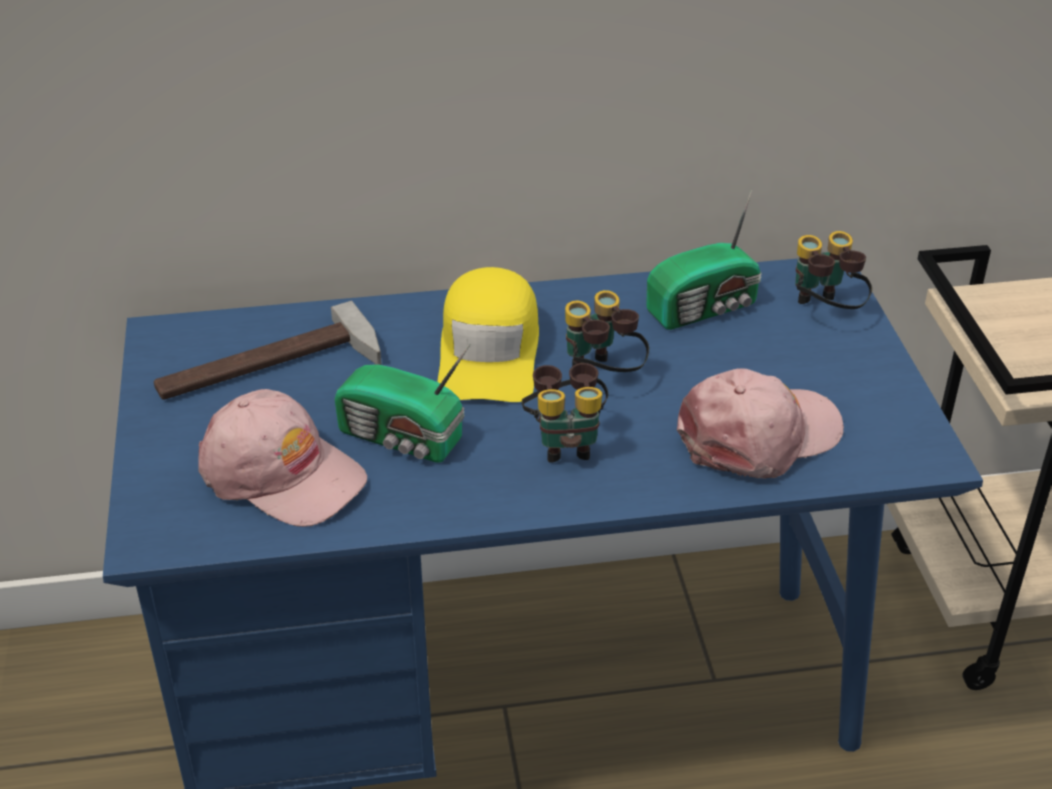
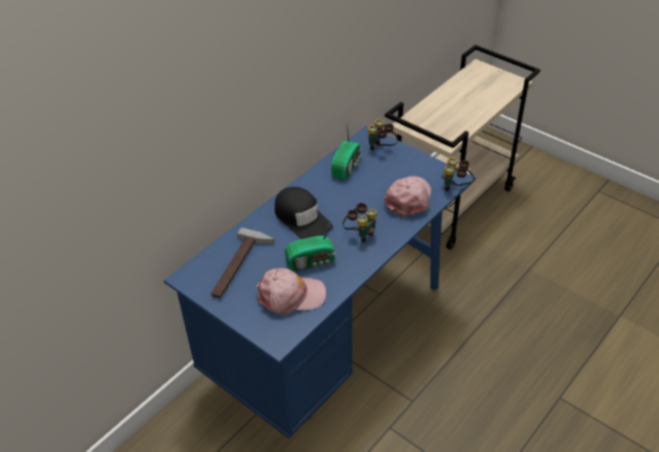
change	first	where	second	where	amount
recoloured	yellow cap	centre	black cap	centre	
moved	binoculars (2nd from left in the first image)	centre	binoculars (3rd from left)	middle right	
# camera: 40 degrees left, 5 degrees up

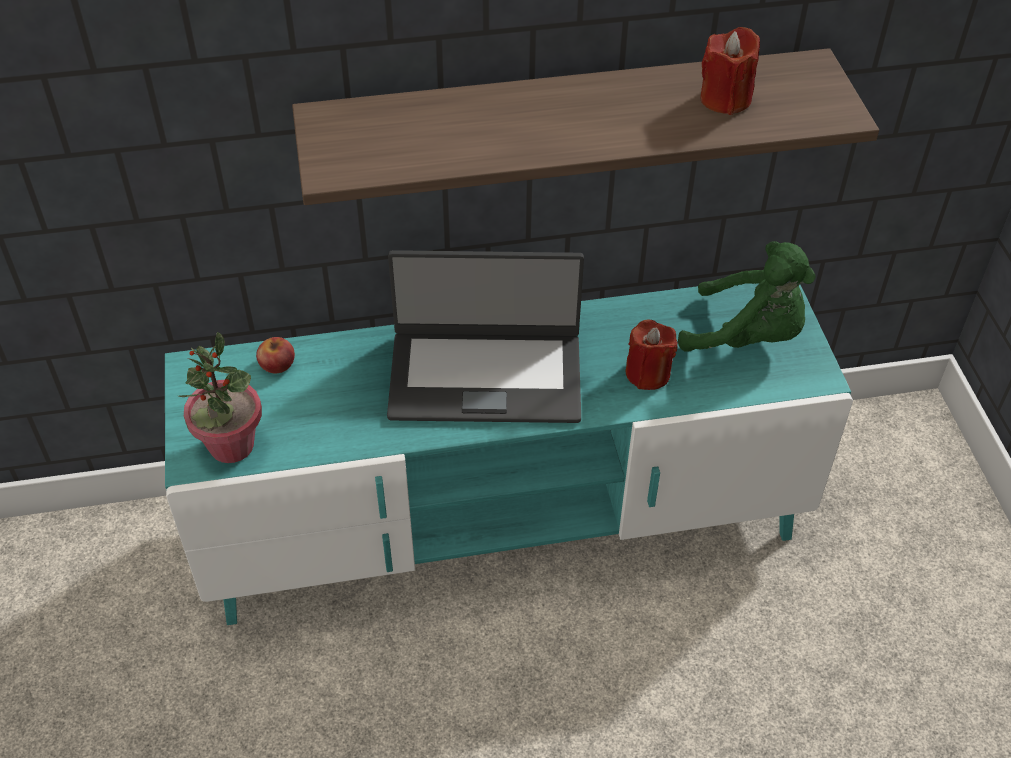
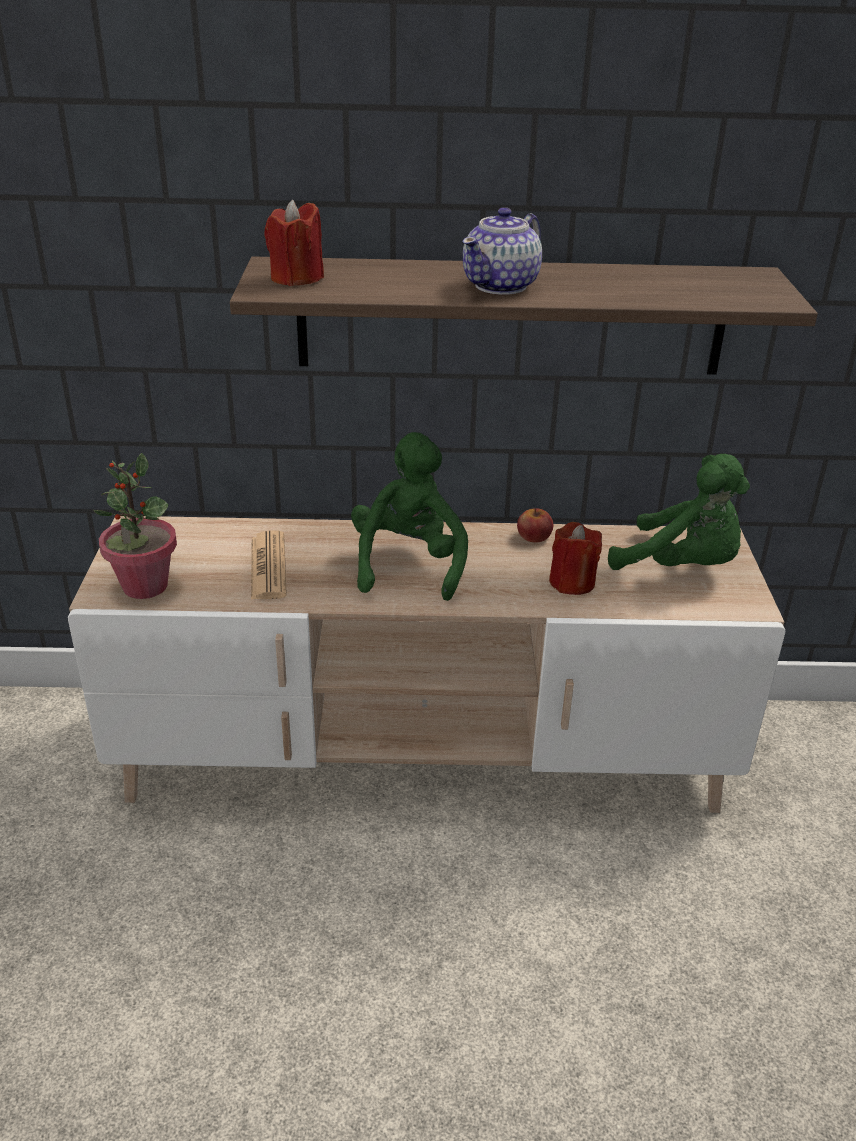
change	first	where	second	where	amount
moved	red candle (2nd from left in the first image)	top right	red candle (1st from left)	top centre	
replaced	laptop	centre	green plush toy (1st from left)	centre	
recoloured	turquoise tv stand	centre	beige tv stand	centre	
moved	apple	middle left		centre	
added			teapot	top centre	
added			newspaper	middle left	
# camera: 10 degrees right, 15 degrees down

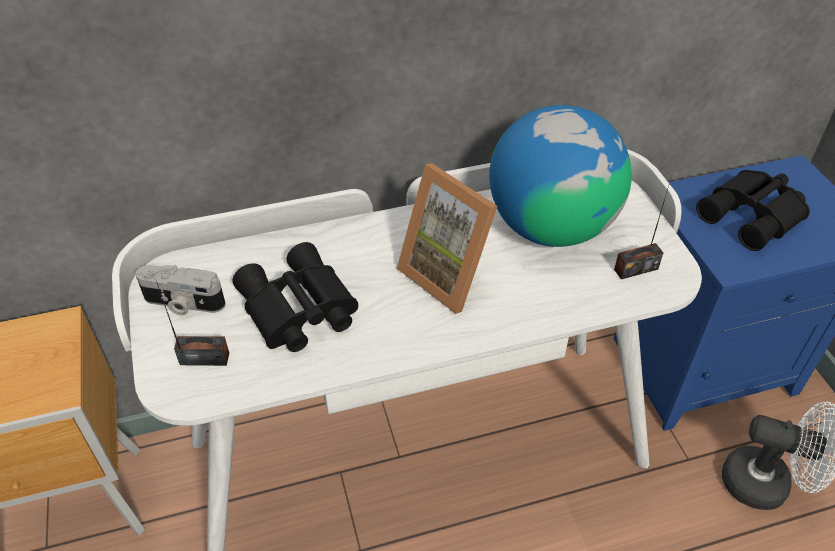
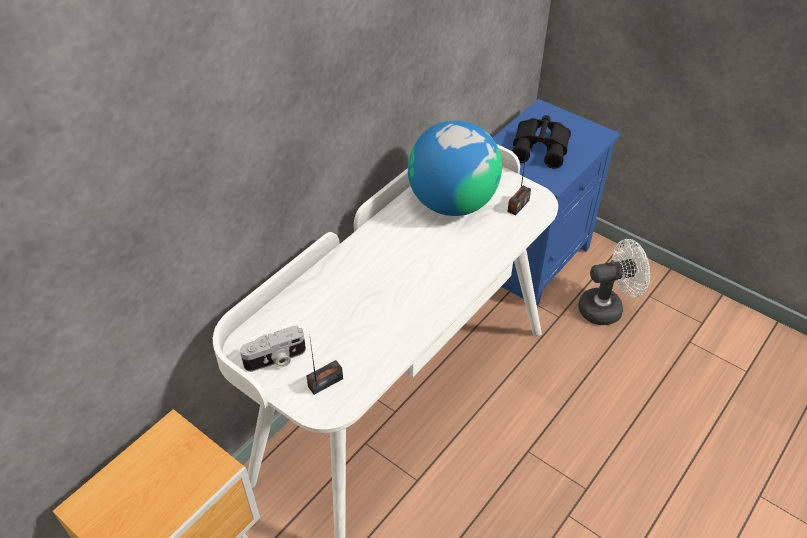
change	first	where	second	where	amount
removed	picture frame	centre			
removed	black binoculars (1st from left)	centre			
# camera: 35 degrees left, 0 degrees up

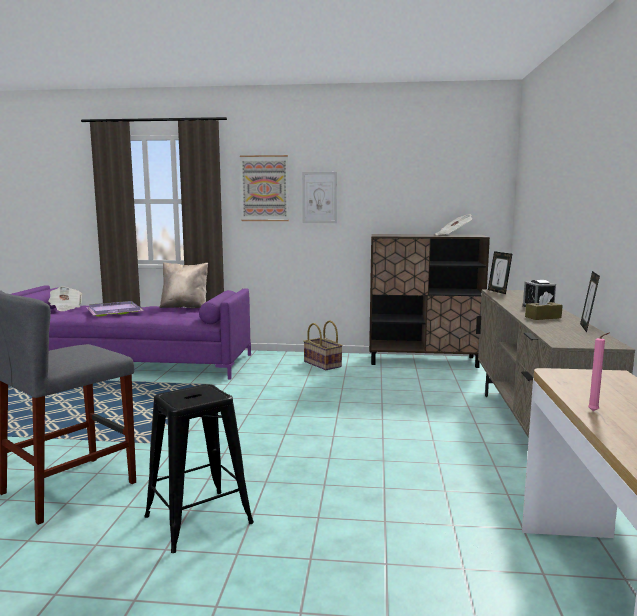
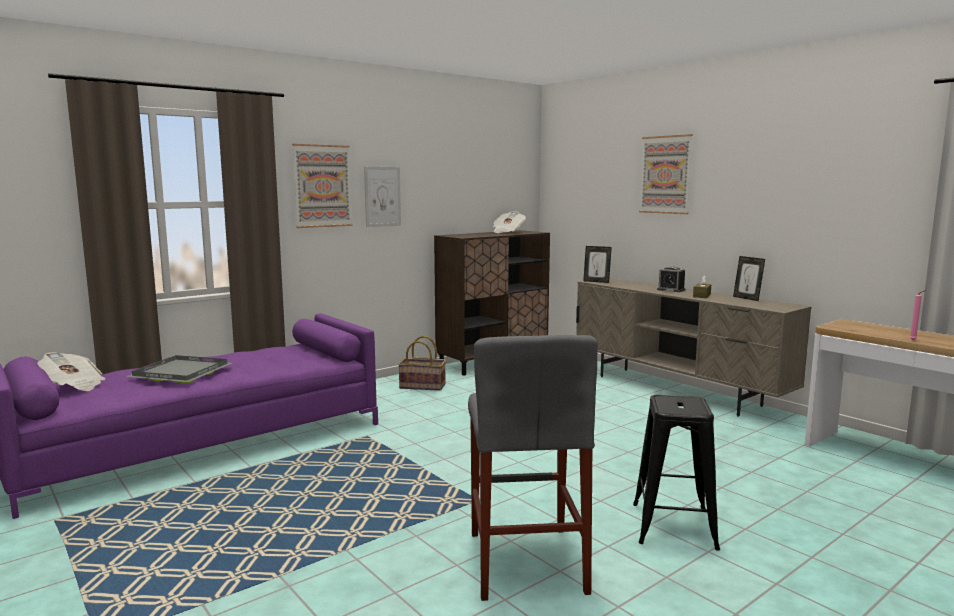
change	first	where	second	where	amount
removed	beige pillow	middle left			
recoloured	purple tray	middle left	grey tray	middle left	
added			picture (3rd from left)	top right	
# camera: 45 degrees left, 0 degrees up

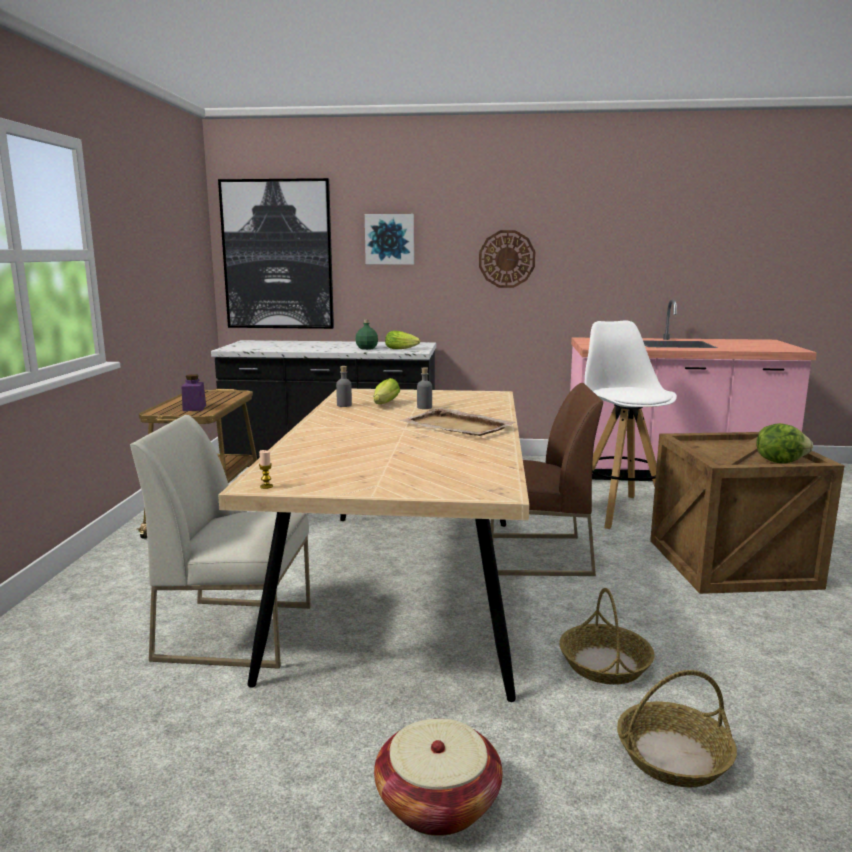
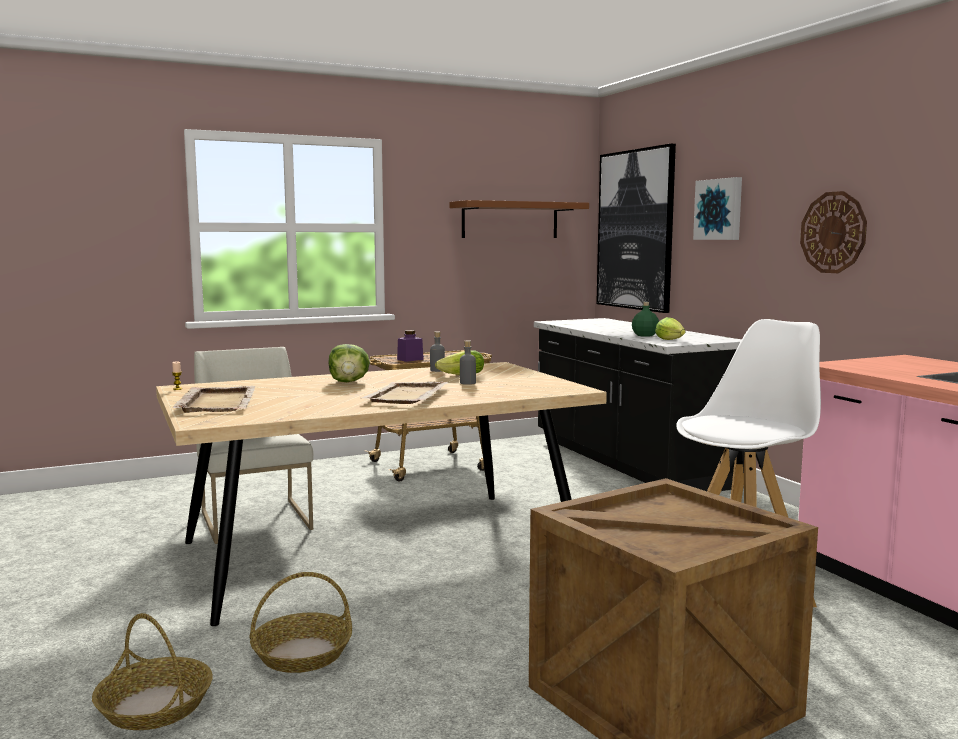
change	first	where	second	where	amount
removed	brown chair	centre			
moved	lettuce (3rd from left in the first image)	middle right	lettuce (1st from left)	centre	
removed	basket (1st from left)	bottom centre			
added			brown shelf	top centre	
added			beige tray (1st from left)	middle left	
# camera: 60 degrees right, 5 degrees down

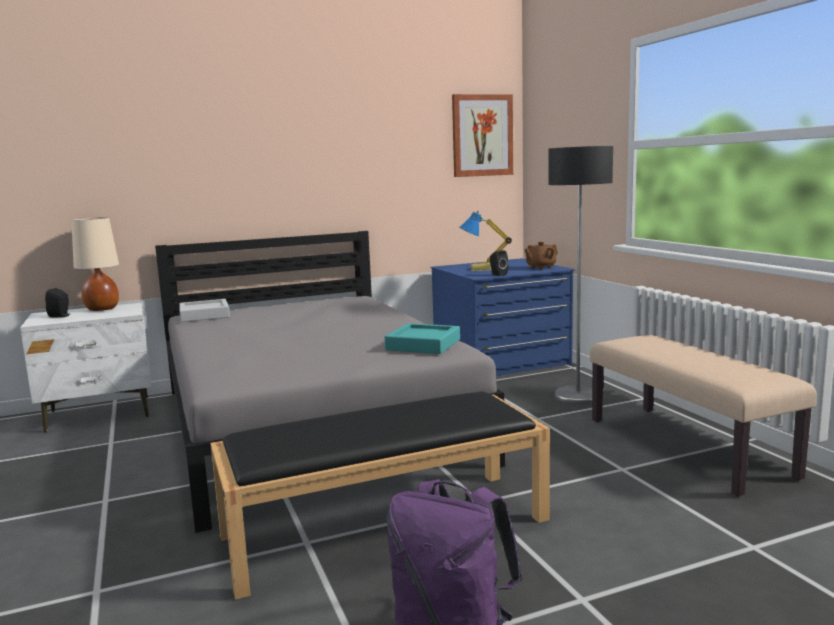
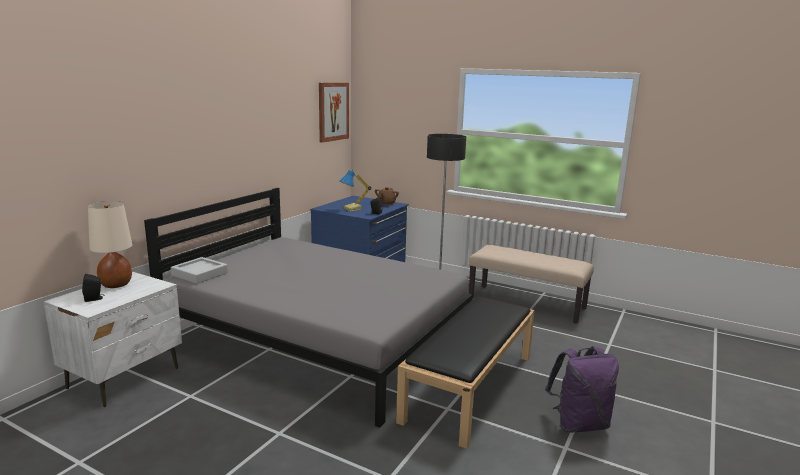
change	first	where	second	where	amount
removed	turquoise tray	centre			
# camera: 40 degrees left, 5 degrees up

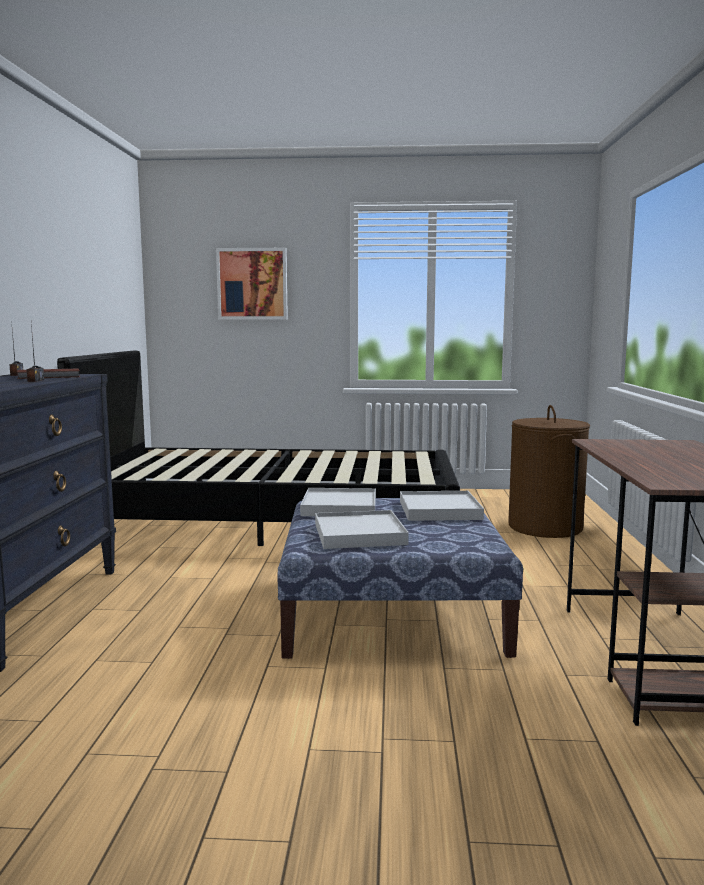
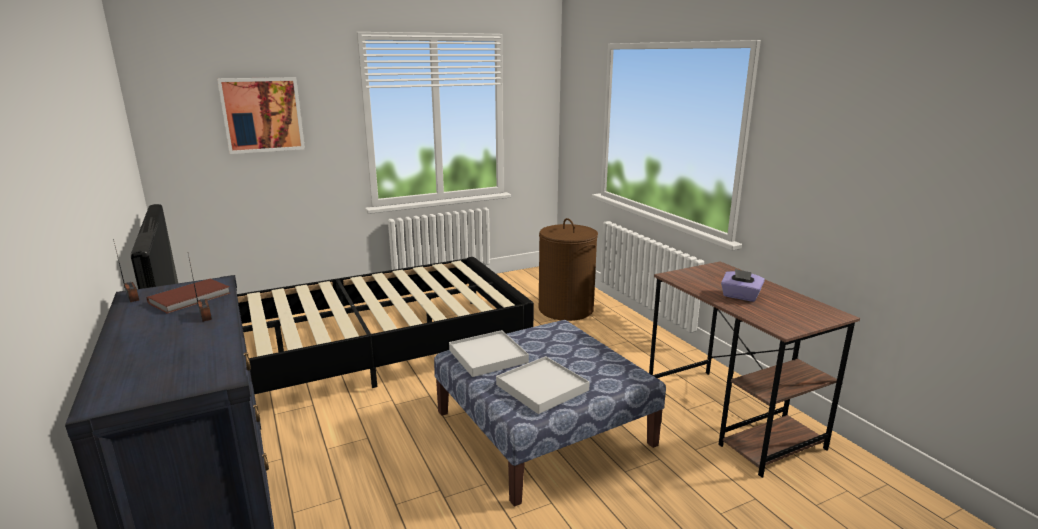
change	first	where	second	where	amount
removed	white tray (3rd from left)	centre			
added			purple tissue box	middle right	
# camera: 30 degrees left, 10 degrees up

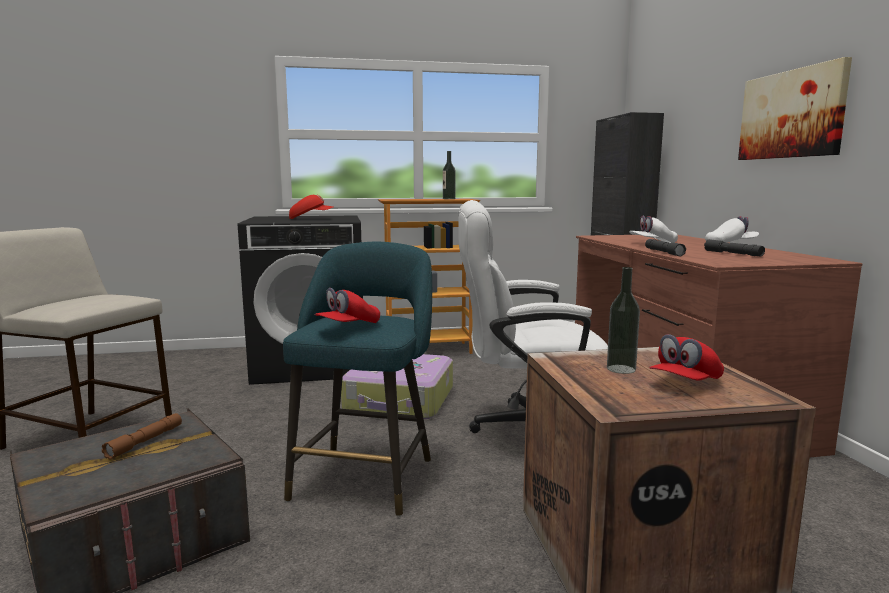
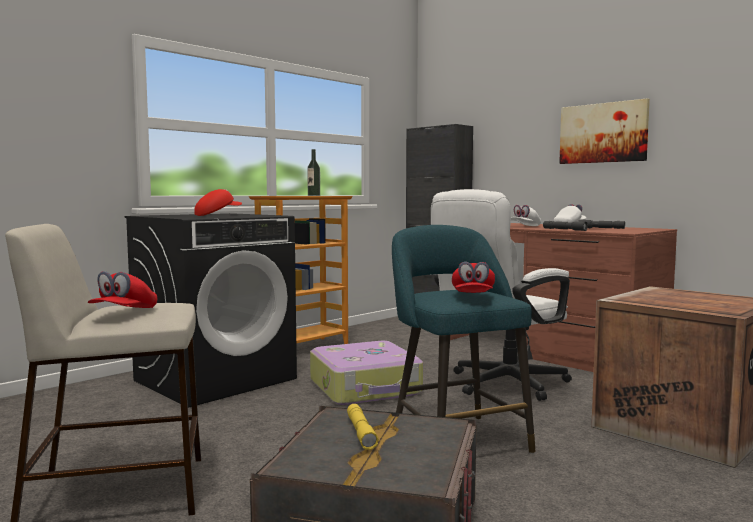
change	first	where	second	where	amount
removed	bottle (2nd from left)	middle right			
moved	red cap (3rd from left in the first image)	middle right	red cap (1st from left)	middle left	
recoloured	brown flashlight	bottom left	yellow flashlight	bottom centre	
# camera: 35 degrees left, 5 degrees down

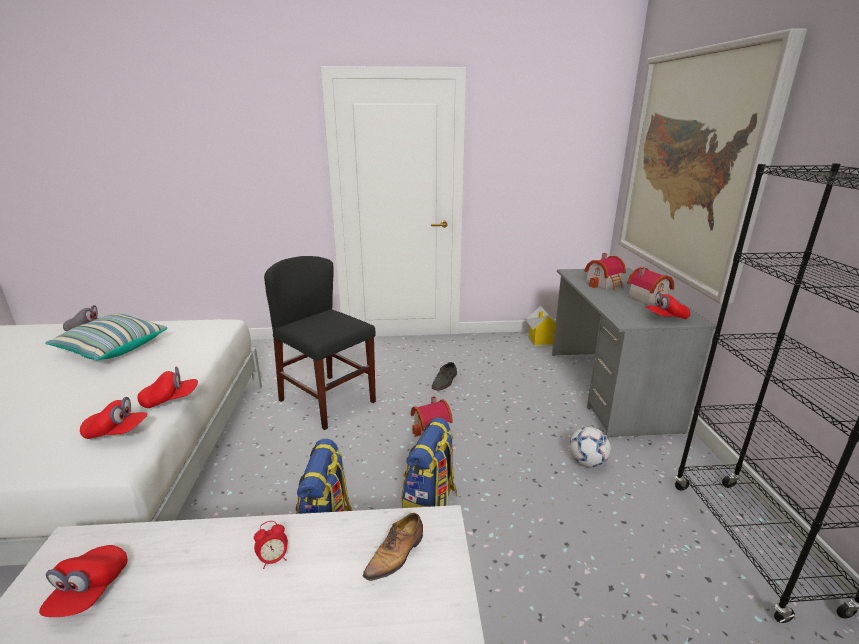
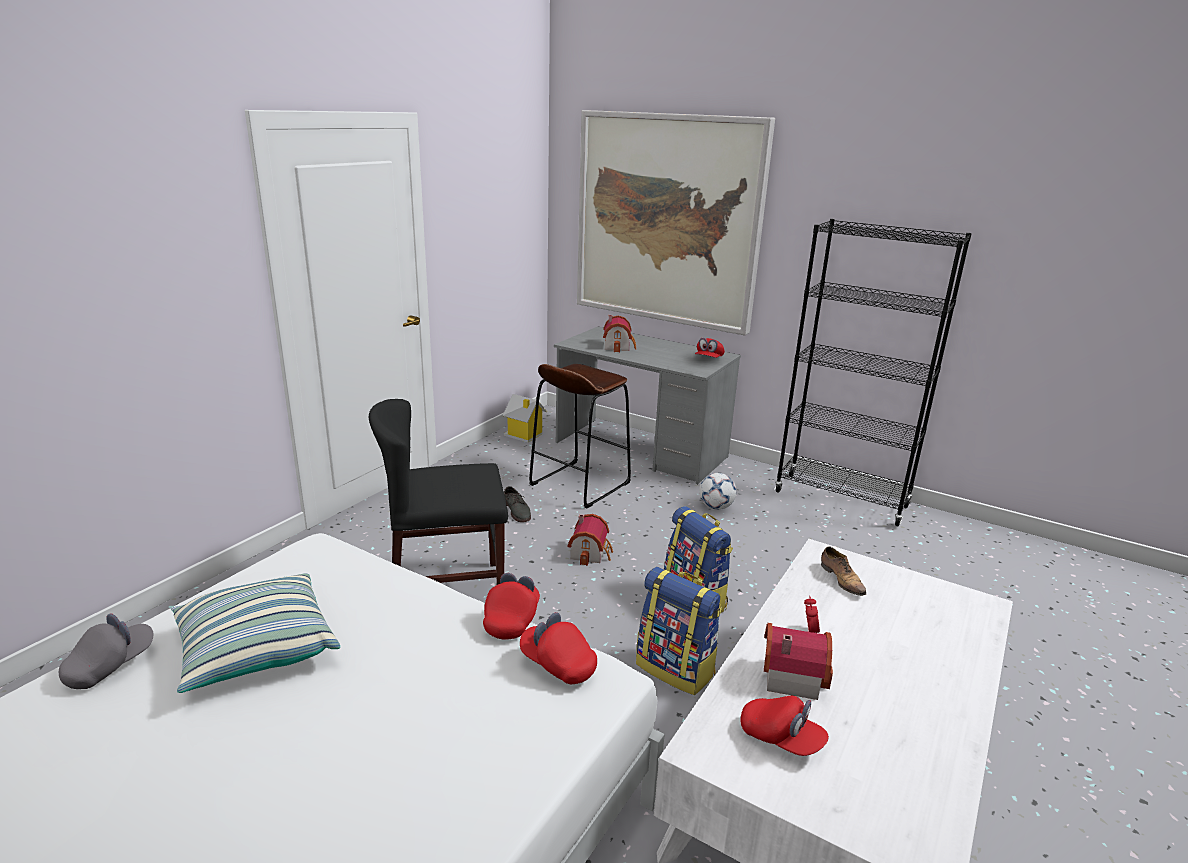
change	first	where	second	where	amount
moved	toy house (4th from left)	middle right		bottom right	
turned	red cap (2nd from left)	middle left		bottom centre	90 degrees counterclockwise
added			brown stool	centre	
# camera: 55 degrees left, 0 degrees up

